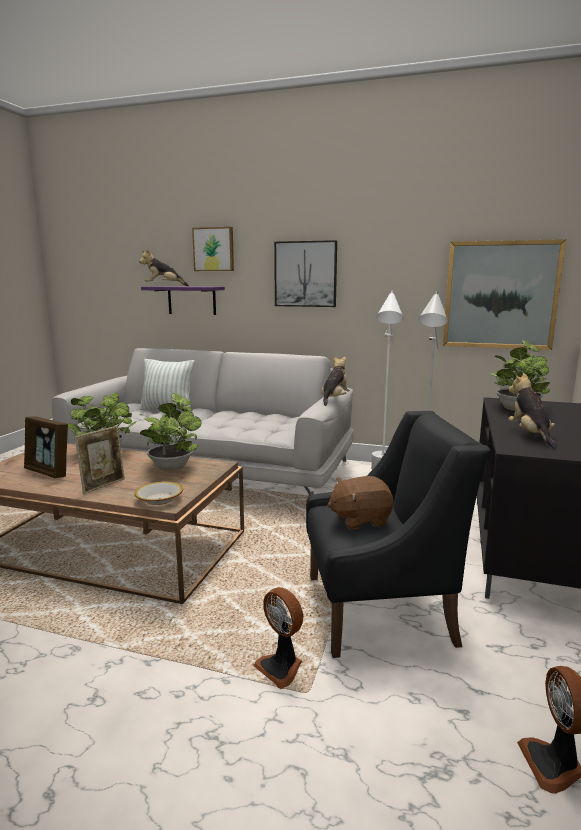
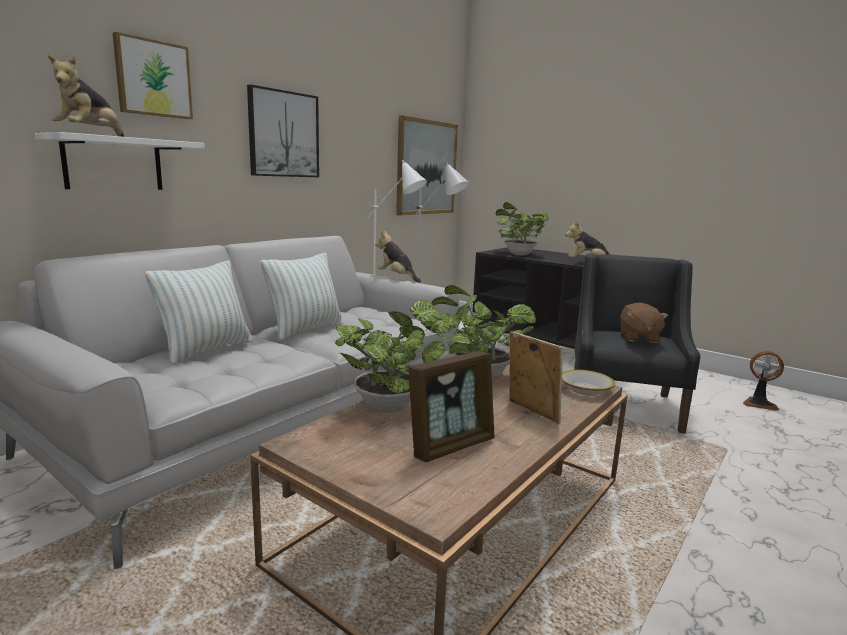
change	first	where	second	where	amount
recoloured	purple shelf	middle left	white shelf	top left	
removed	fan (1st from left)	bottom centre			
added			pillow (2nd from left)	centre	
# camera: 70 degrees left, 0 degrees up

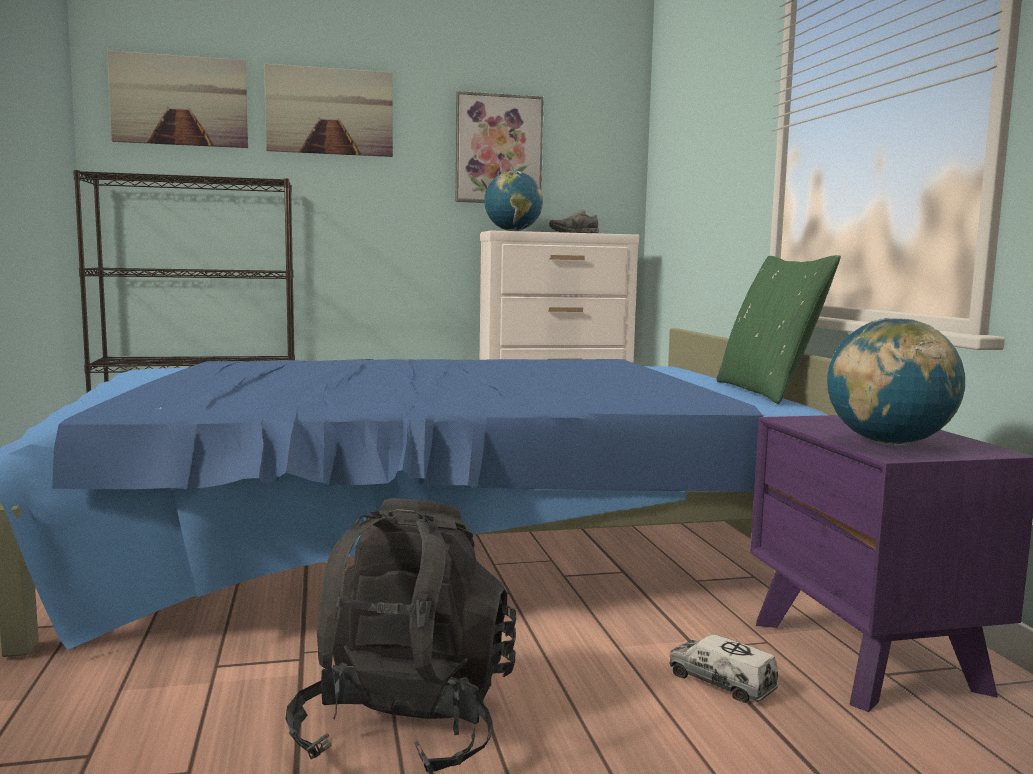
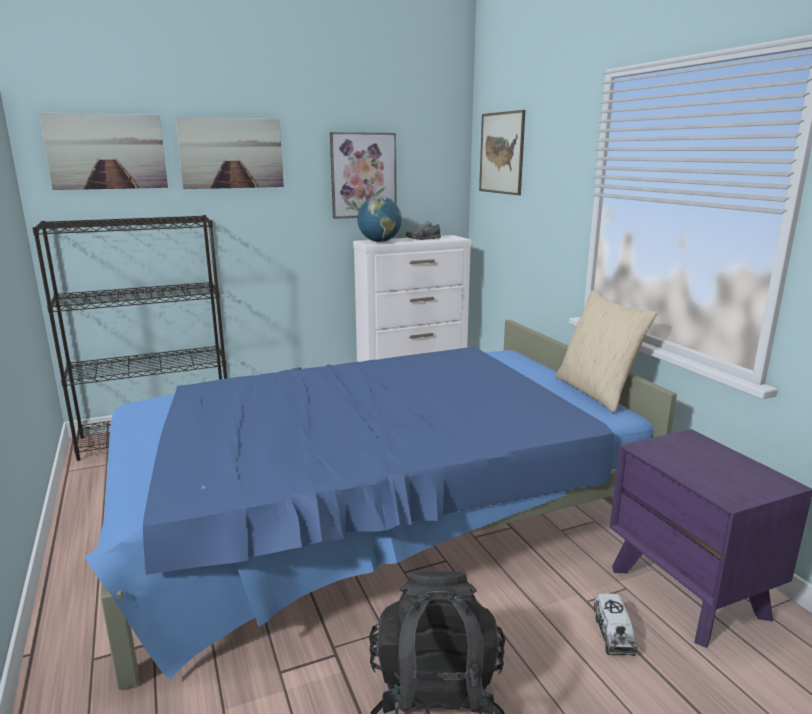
change	first	where	second	where	amount
recoloured	green pillow	middle right	beige pillow	middle right	
removed	globe (2nd from left)	middle right			
turned	toy truck	bottom right		bottom right	120 degrees counterclockwise
added			picture (4th from left)	top centre	
# camera: 10 degrees left, 10 degrees up

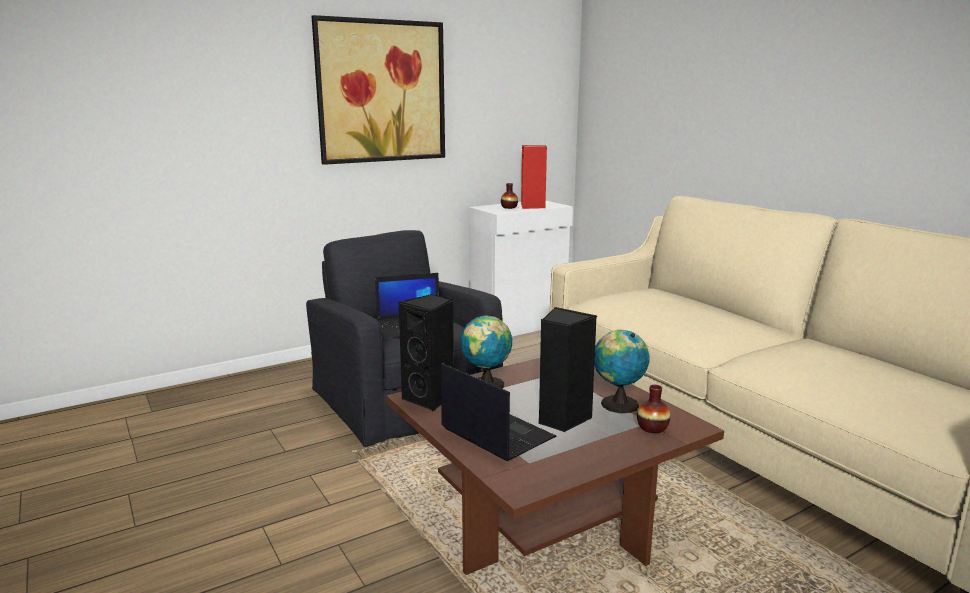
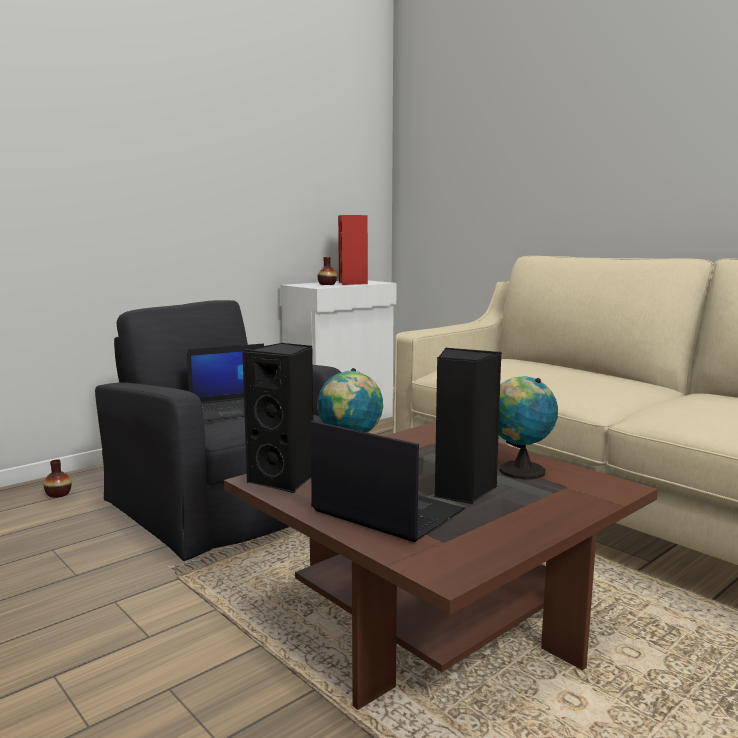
change	first	where	second	where	amount
removed	picture	top centre			
moved	vase (2nd from left in the first image)	bottom right	vase (1st from left)	middle left	
# camera: 10 degrees left, 5 degrees down

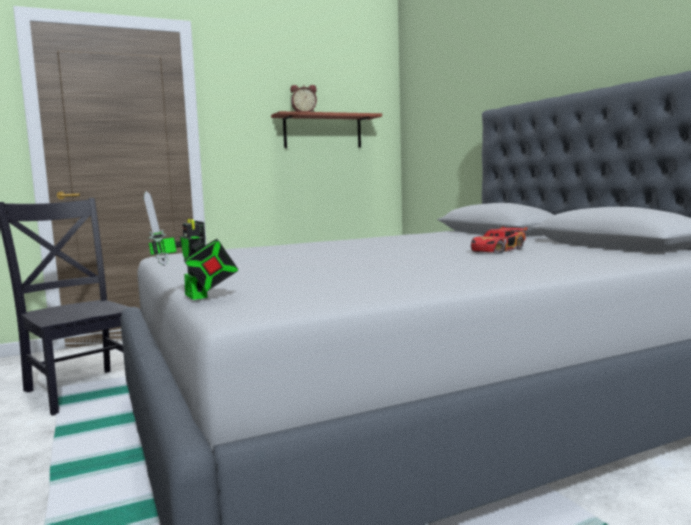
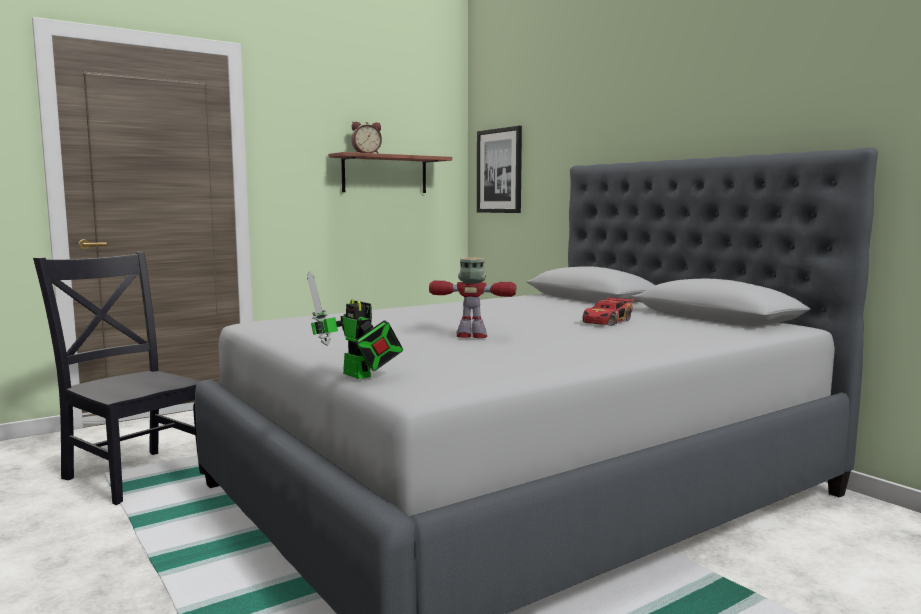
change	first	where	second	where	amount
added			picture	top centre	
added			toy robot (2nd from left)	centre	
# camera: 10 degrees left, 0 degrees up

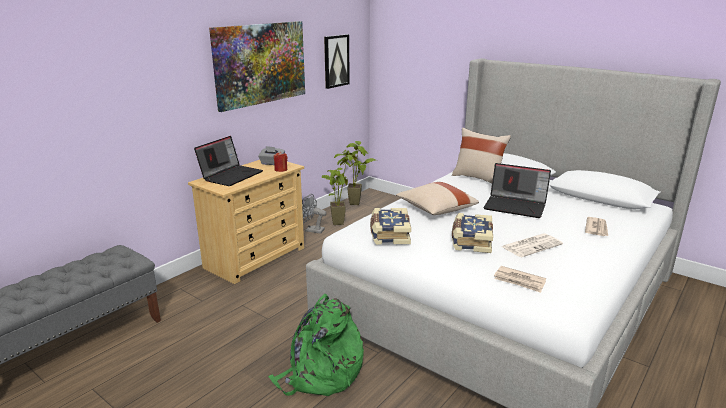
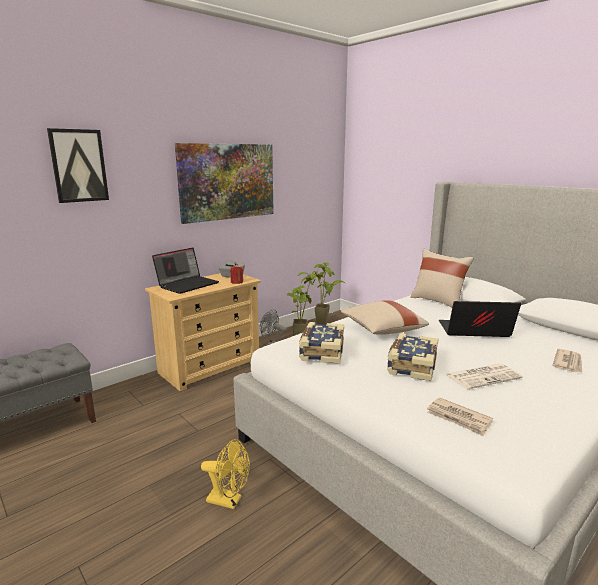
change	first	where	second	where	amount
moved	picture (2nd from left in the first image)	top centre	picture (1st from left)	top left	
turned	laptop (2nd from left)	middle right		middle right	150 degrees clockwise
replaced	green backpack	bottom centre	yellow fan	bottom centre	
# camera: 10 degrees right, 5 degrees down

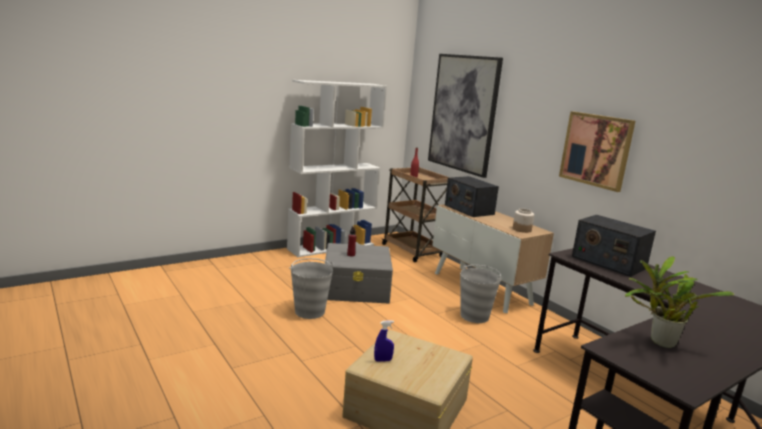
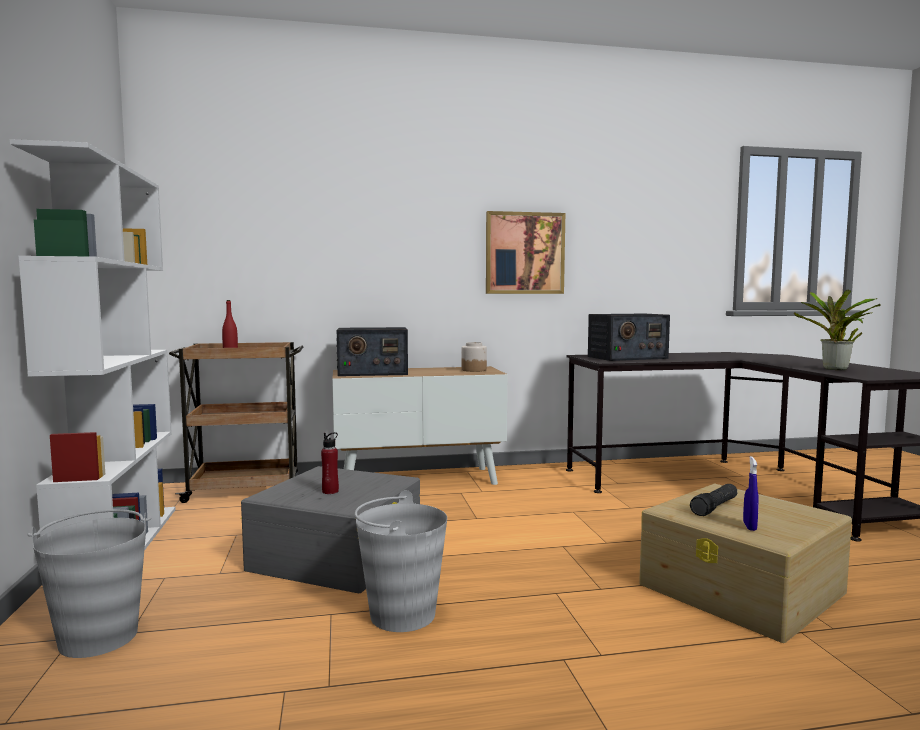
change	first	where	second	where	amount
removed	picture (1st from left)	top centre			
moved	grey bucket (2nd from left in the first image)	bottom centre	grey bucket (1st from left)	bottom left	
added			black flashlight	bottom right	
# camera: 65 degrees left, 10 degrees down

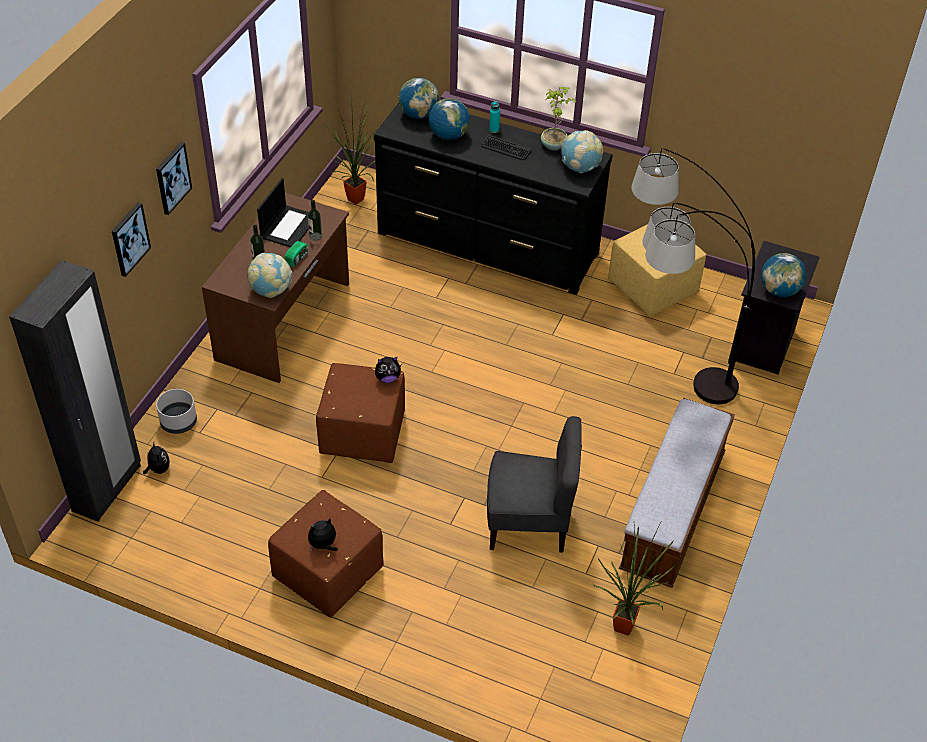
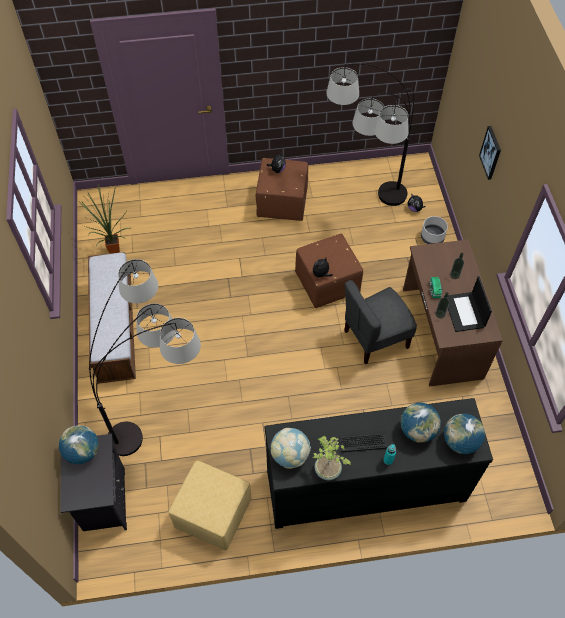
change	first	where	second	where	amount
removed	potted plant (1st from left)	top centre			
removed	picture (2nd from left)	top left			
removed	globe (1st from left)	middle left			
removed	black wardrobe	middle left			
moved	grey chair	centre		middle right	
added			floor lamp (2nd from left)	top centre	
# camera: 150 degrees right, 10 degrees up

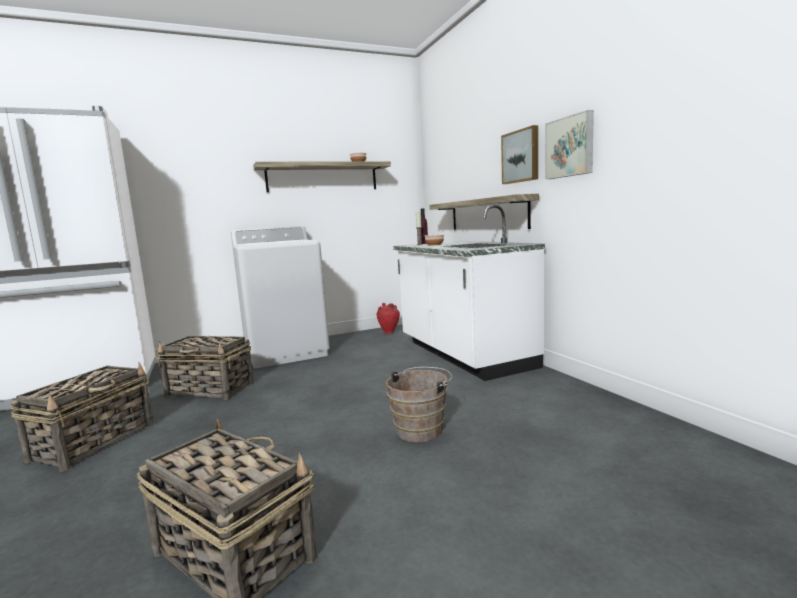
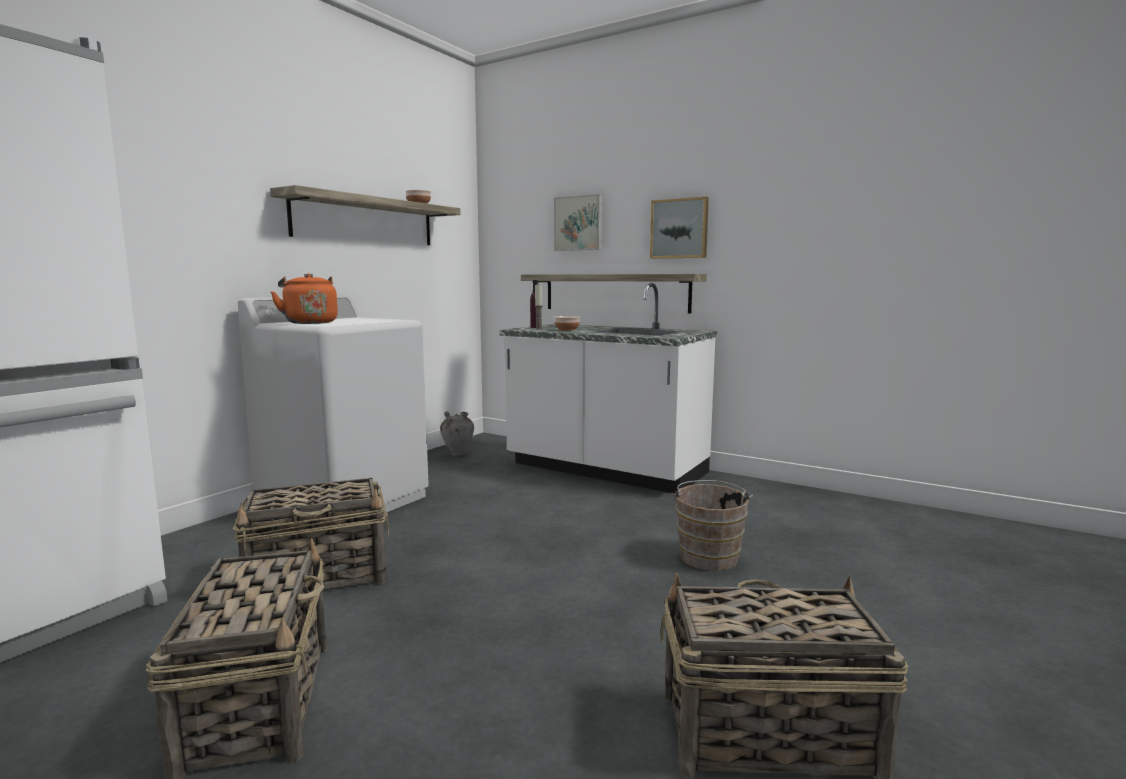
change	first	where	second	where	amount
moved	picture (2nd from left in the first image)	top right	picture (1st from left)	top centre	
recoloured	red vase	centre	grey vase	centre	
added			orange kettle	middle left	
# camera: 35 degrees left, 0 degrees up

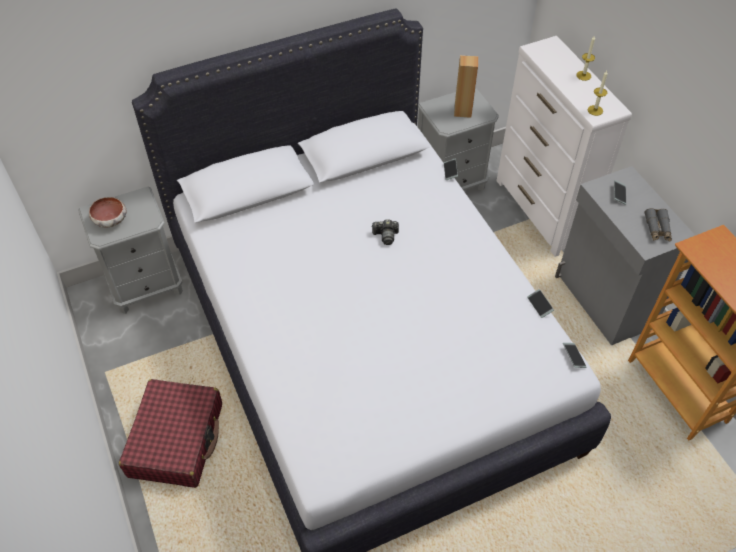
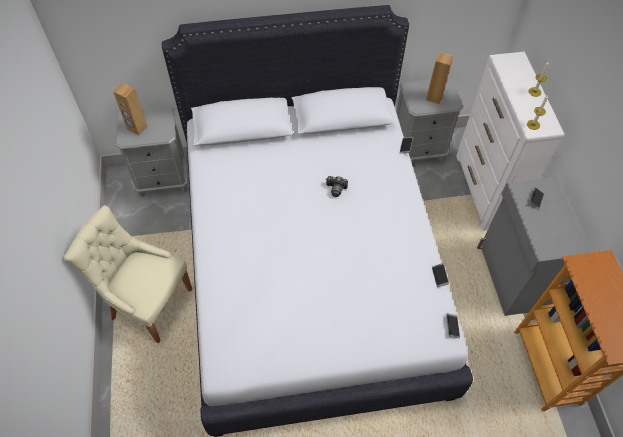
change	first	where	second	where	amount
replaced	bowl	middle left	brown speaker (1st from left)	top left	
removed	grey binoculars	middle right			
replaced	red suitcase	bottom left	beige chair	middle left	
# camera: 15 degrees right, 5 degrees up

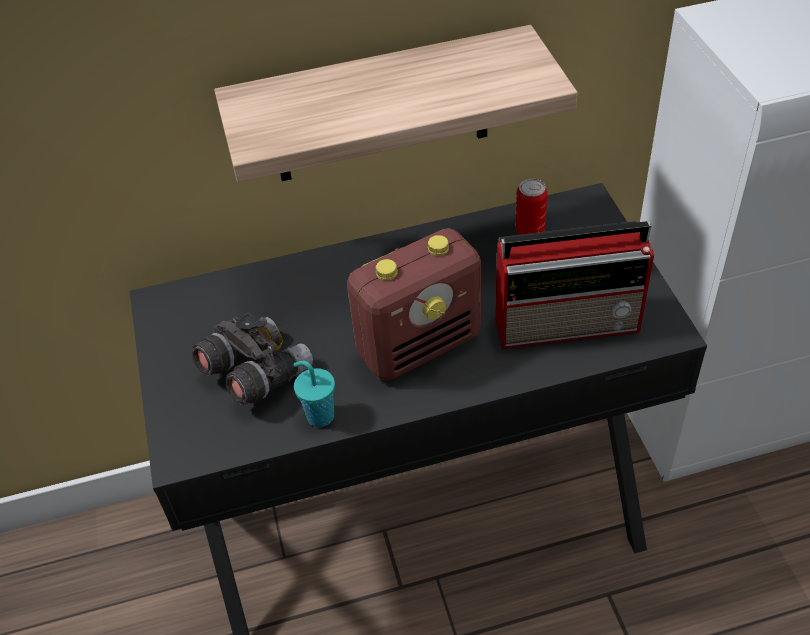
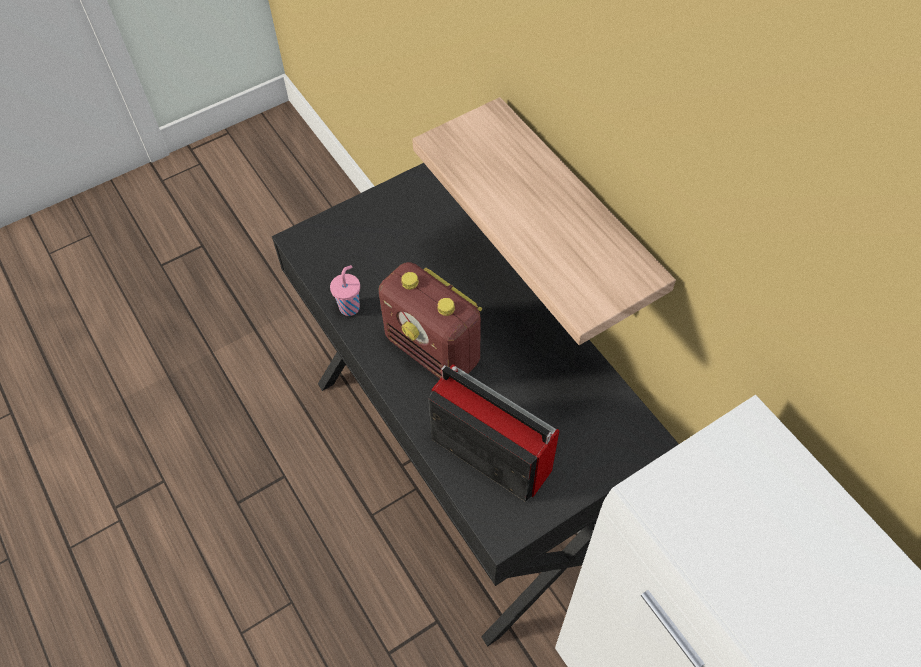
change	first	where	second	where	amount
removed	can	top centre			
turned	radio (2nd from left)	middle right		centre	150 degrees clockwise
removed	grey binoculars	middle left			
recoloured	turquoise cup	centre	pink cup	centre	
# camera: 70 degrees right, 10 degrees up

